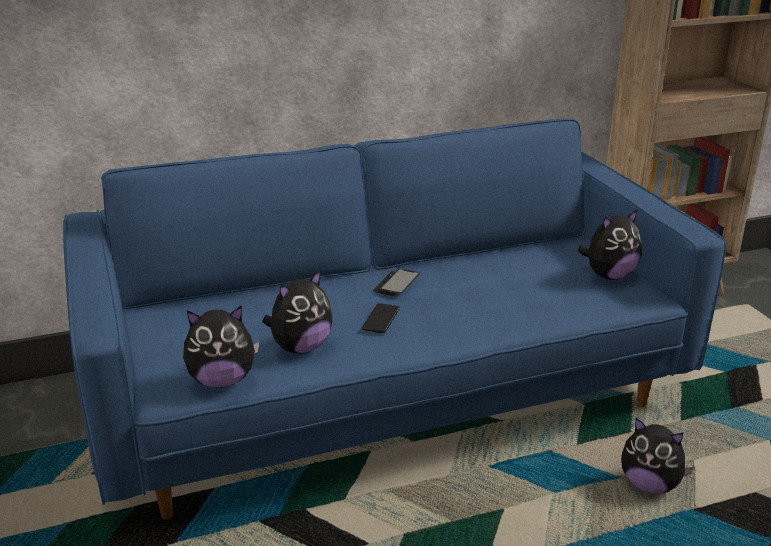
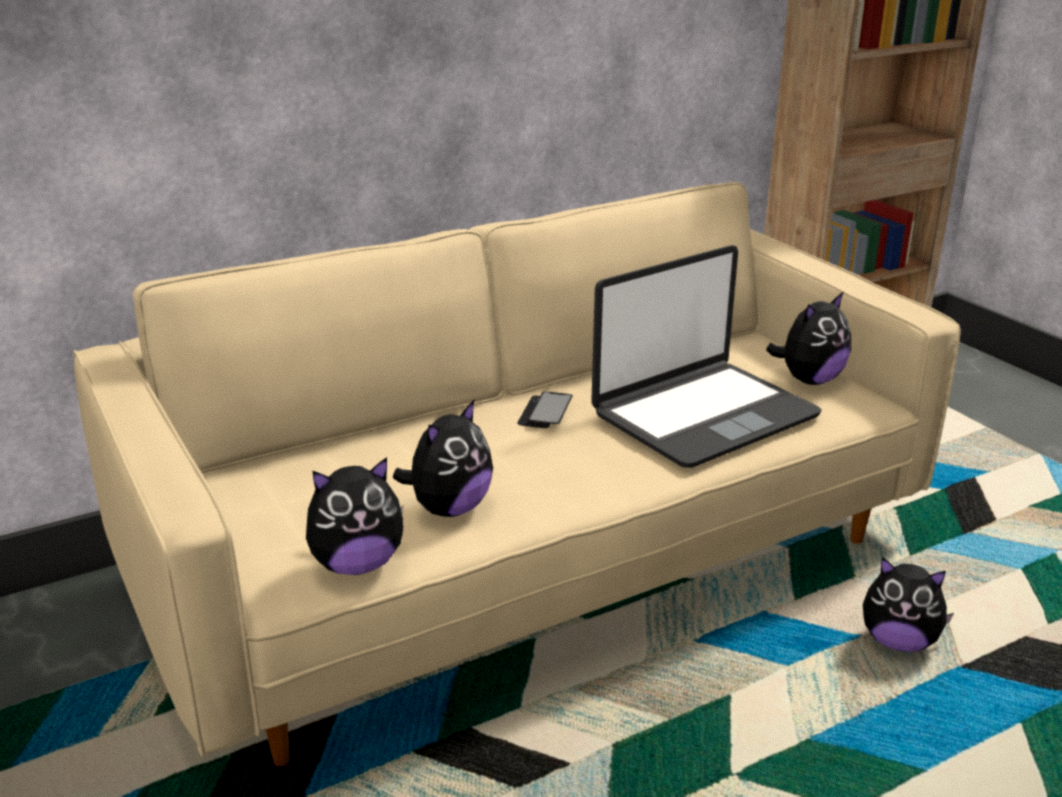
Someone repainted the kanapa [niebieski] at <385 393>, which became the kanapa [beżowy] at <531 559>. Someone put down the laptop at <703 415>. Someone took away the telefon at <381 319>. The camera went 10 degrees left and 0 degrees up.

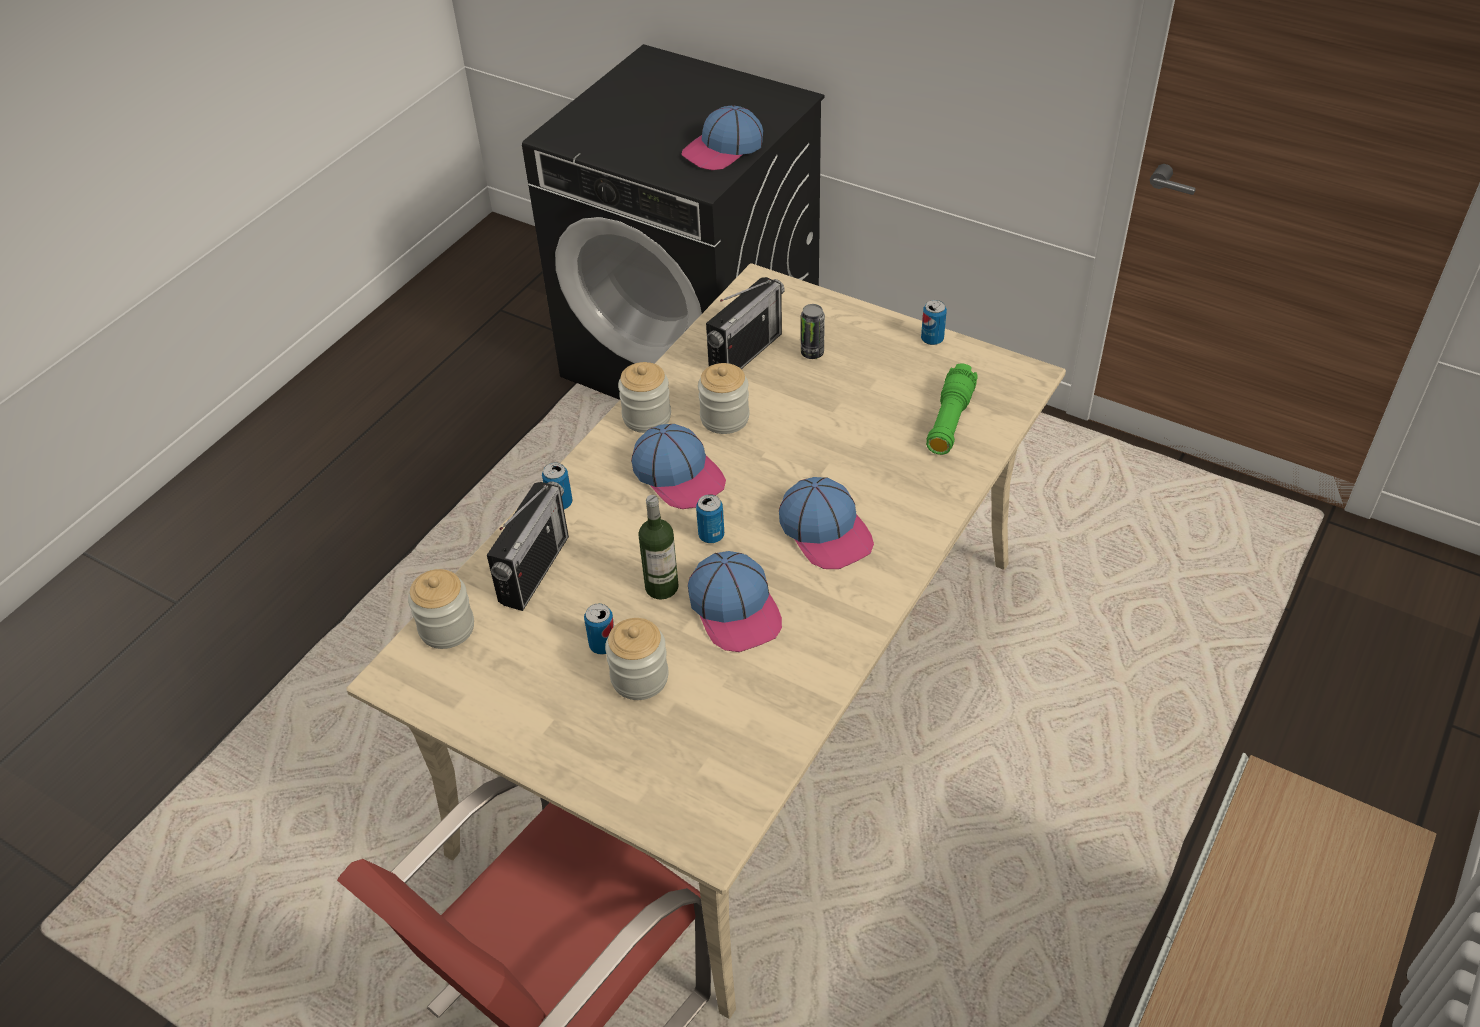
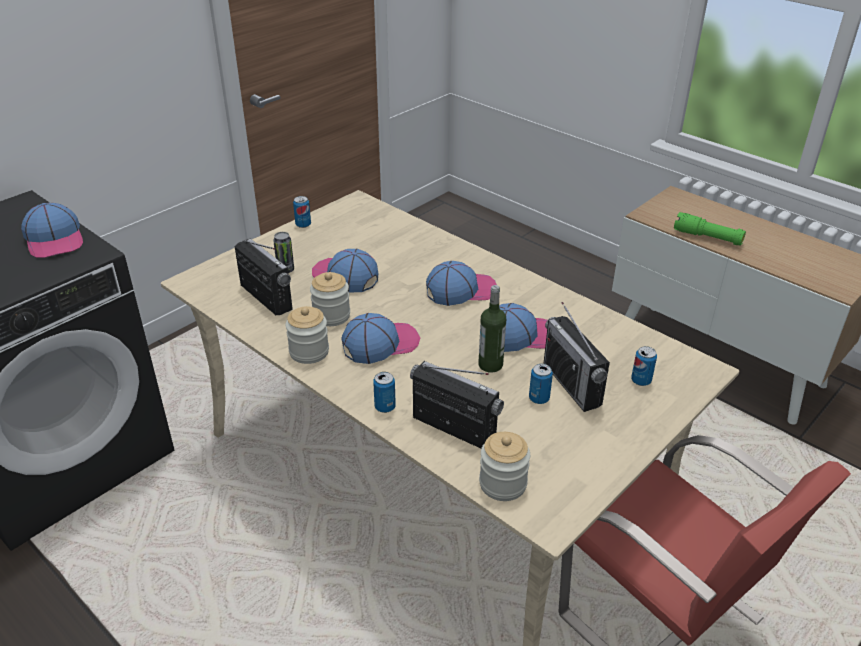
Someone put down the czapka z daszkiem at <345 276>. Someone swapped the słoik at <639 677> for the radio at <571 384>. Someone carried the puszka from <711 535> to <641 380>. Someone carried the latarka [zielony] from <949 420> to <707 237>. The camera went 80 degrees left and 10 degrees down.

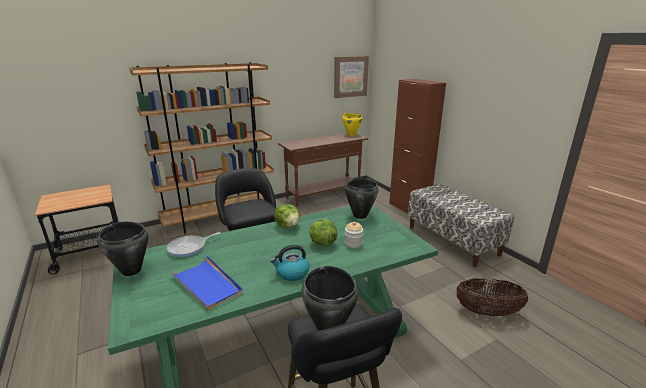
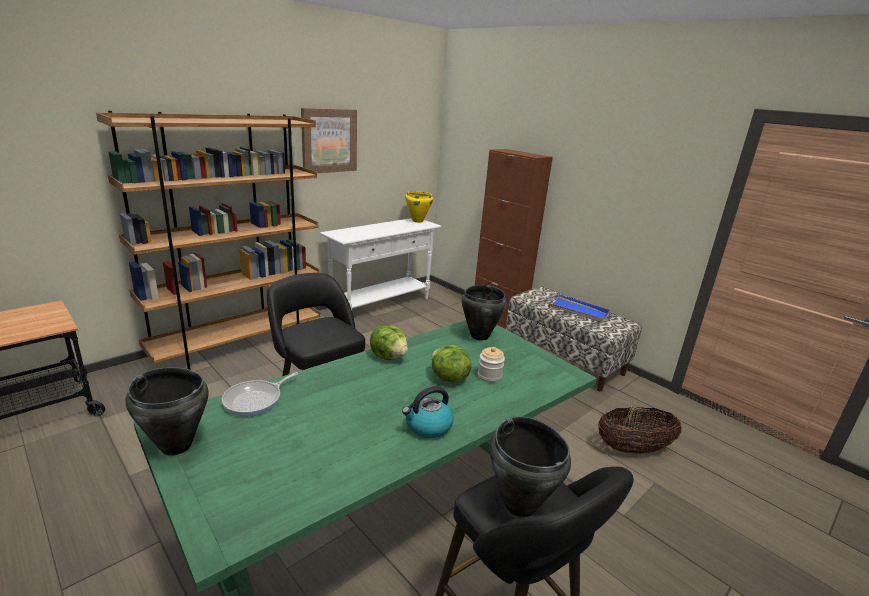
Someone carried the obraz from <350 76> to <329 140>. Someone repainted the stolik konsolowy [brązowy] at <324 195>, which became the stolik konsolowy [biały] at <381 304>. Someone carried the taca [niebieski] from <207 285> to <578 310>. The camera went 15 degrees left and 0 degrees up.

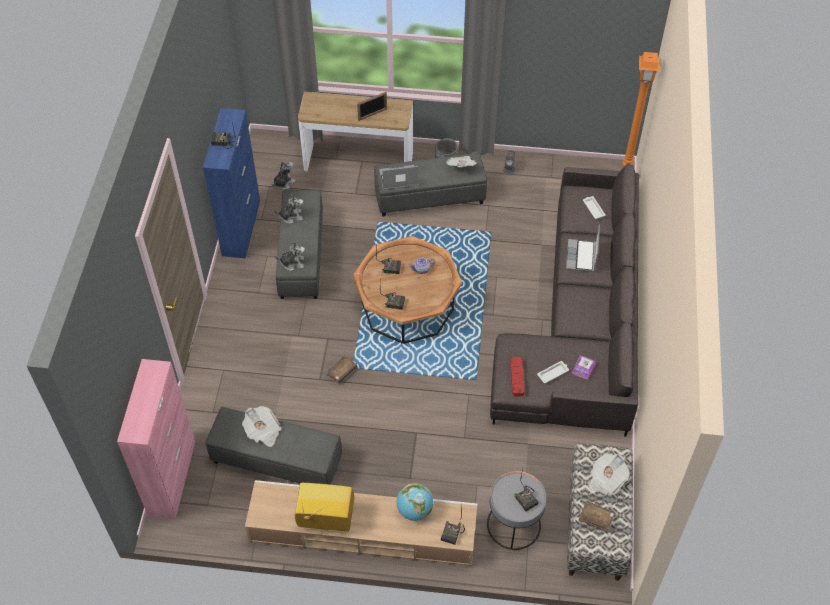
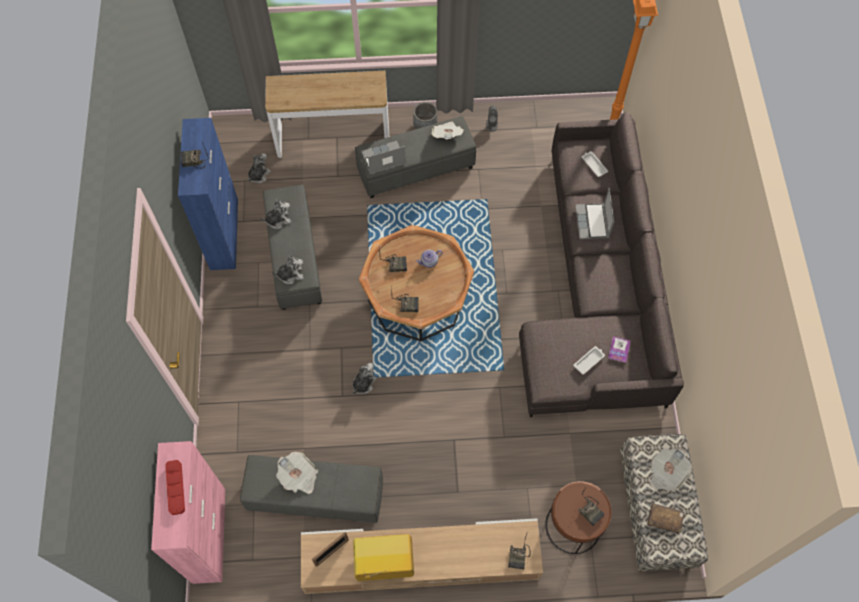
Someone carried the taca [czerwony] from <517 378> to <175 488>. Someone carried the ramka na zdjęcie from <372 114> to <332 552>. Someone swapped the książka [brązowy] at <342 371> for the pluszak at <363 383>. Someone repainted the stolik [szary] at <513 525>, which became the stolik [brązowy] at <572 526>. Someone took away the globus at <414 510>. The camera went 10 degrees left and 10 degrees up.

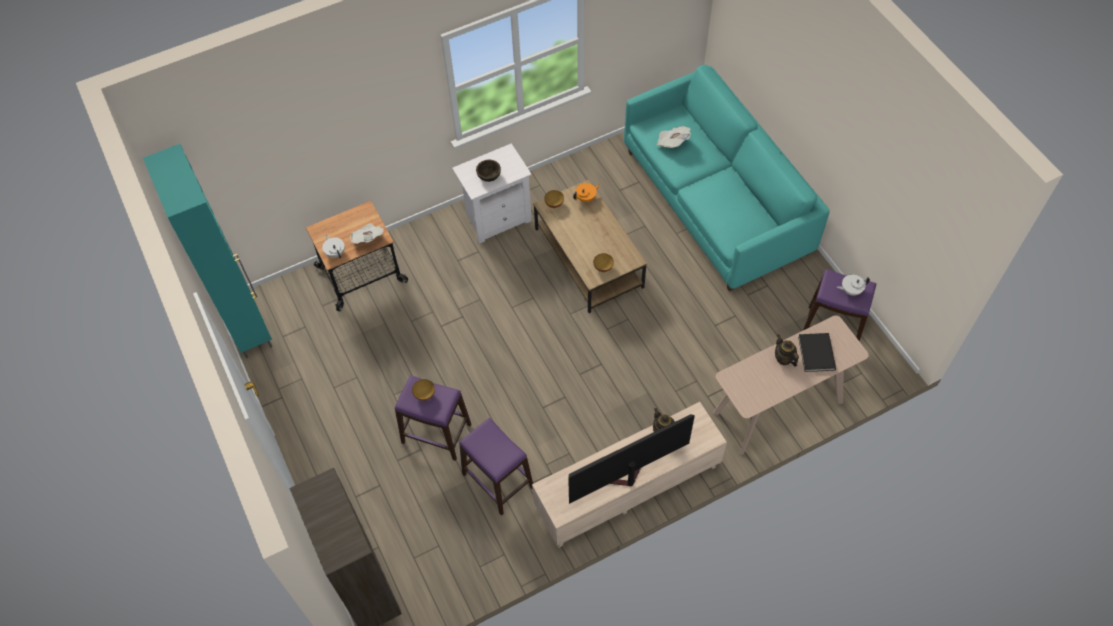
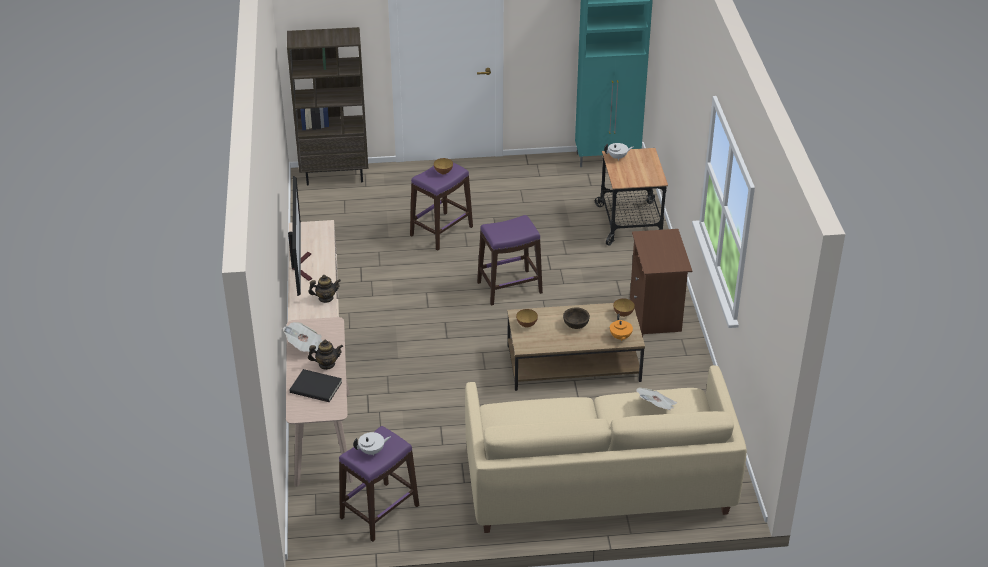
Someone carried the gazeta from <368 238> to <306 347>. Someone rotated the imbryk [biały] at <850 290> by 60 degrees clockwise. Someone repainted the kanapa [turkusowy] at <716 201>, which became the kanapa [beżowy] at <597 481>. Someone carried the stołek [fioletowy] from <497 481> to <509 287>. Someone carried the miska [brązowy] from <489 176> to <576 325>. Someone repainted the szafka nocna [biały] at <497 218>, which became the szafka nocna [brązowy] at <656 316>. The camera went 110 degrees right and 20 degrees down.

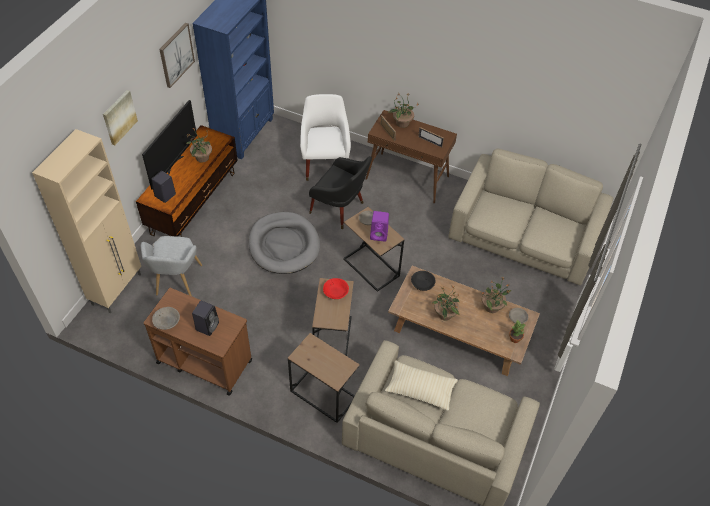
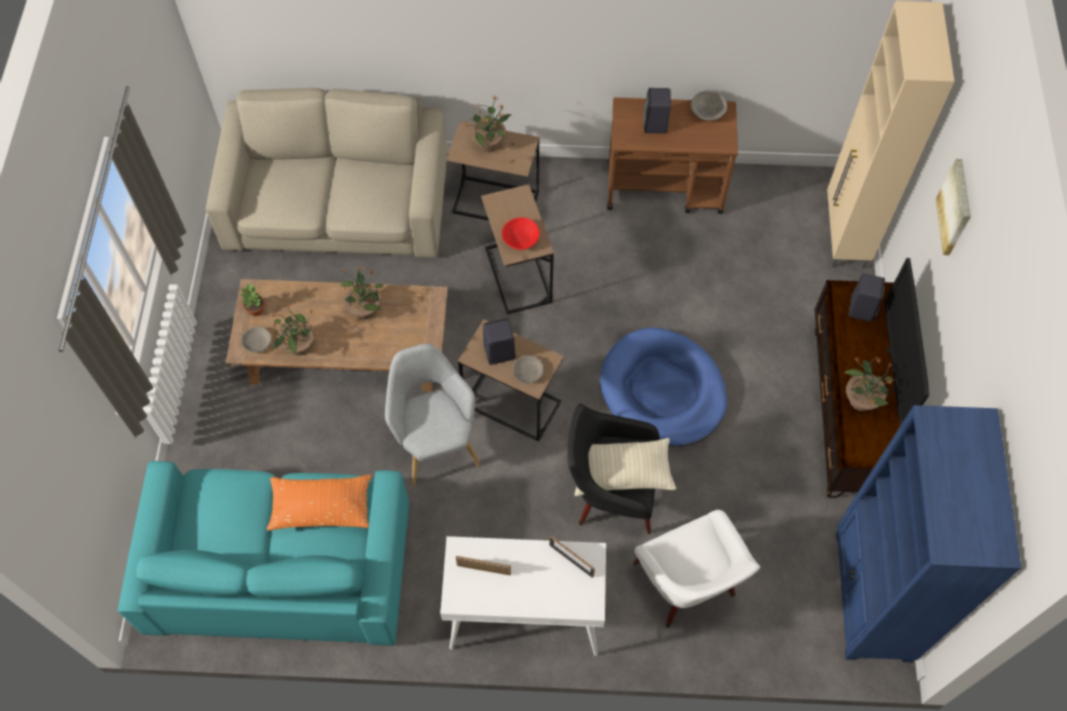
Someone repainted the kanapa [beżowy] at <524 235>, which became the kanapa [turkusowy] at <280 565>. Someone put down the poduszka [pomarańczowy] at <321 507>. Someone carried the fotel [szary] from <176 283> to <435 441>. Someone repainted the stolik konsolowy [brązowy] at <407 178>, which became the stolik konsolowy [biały] at <524 613>. Someone carried the roślina doniczkowa from <402 123> to <489 143>. Someone repainted the głośnik [fioletowy] at <379 235>, which became the głośnik [czarny] at <498 352>. Someone carried the poduszka [beżowy] from <420 389> to <622 472>. Someone repainted the legowisko [szary] at <284 245>, which became the legowisko [niebieski] at <662 390>. Someone took away the obraz at <176 55>. Someone took away the miska [czarny] at <422 284>. The camera went 160 degrees right and 10 degrees up.

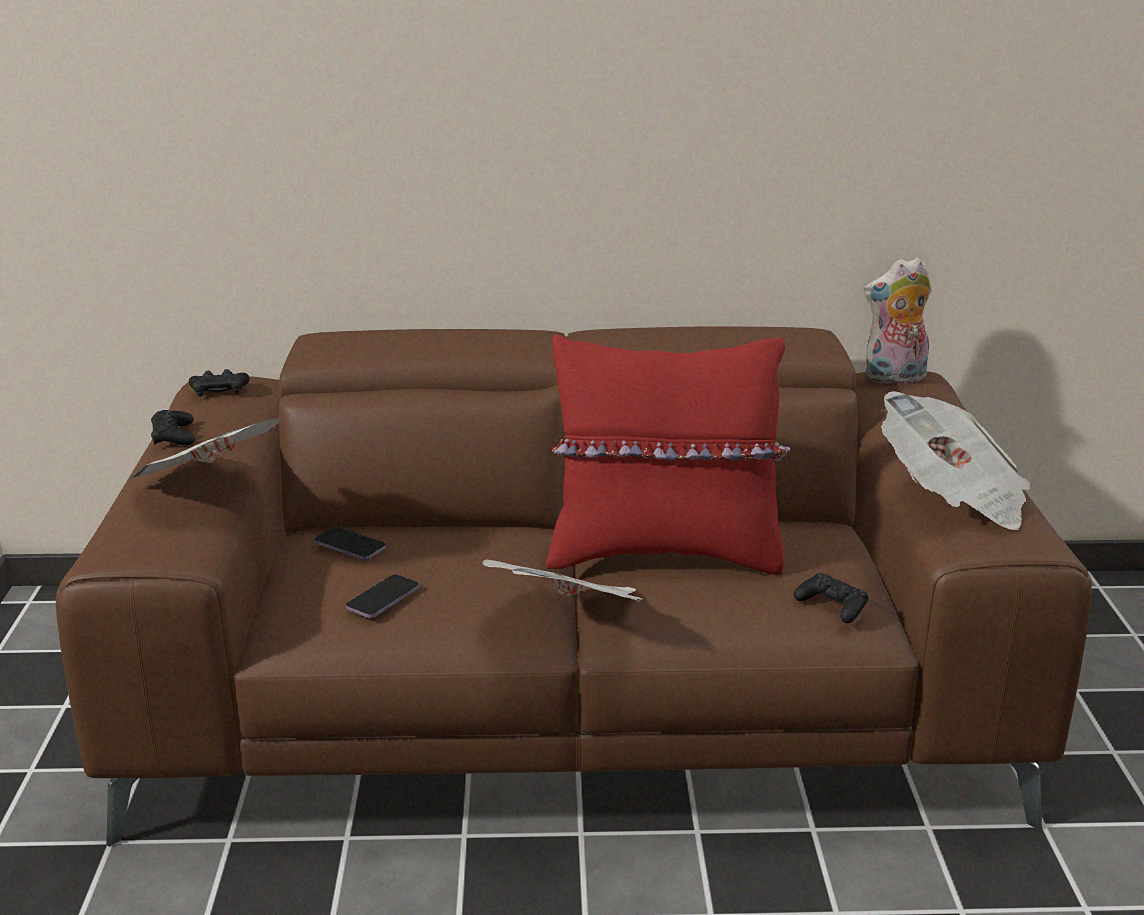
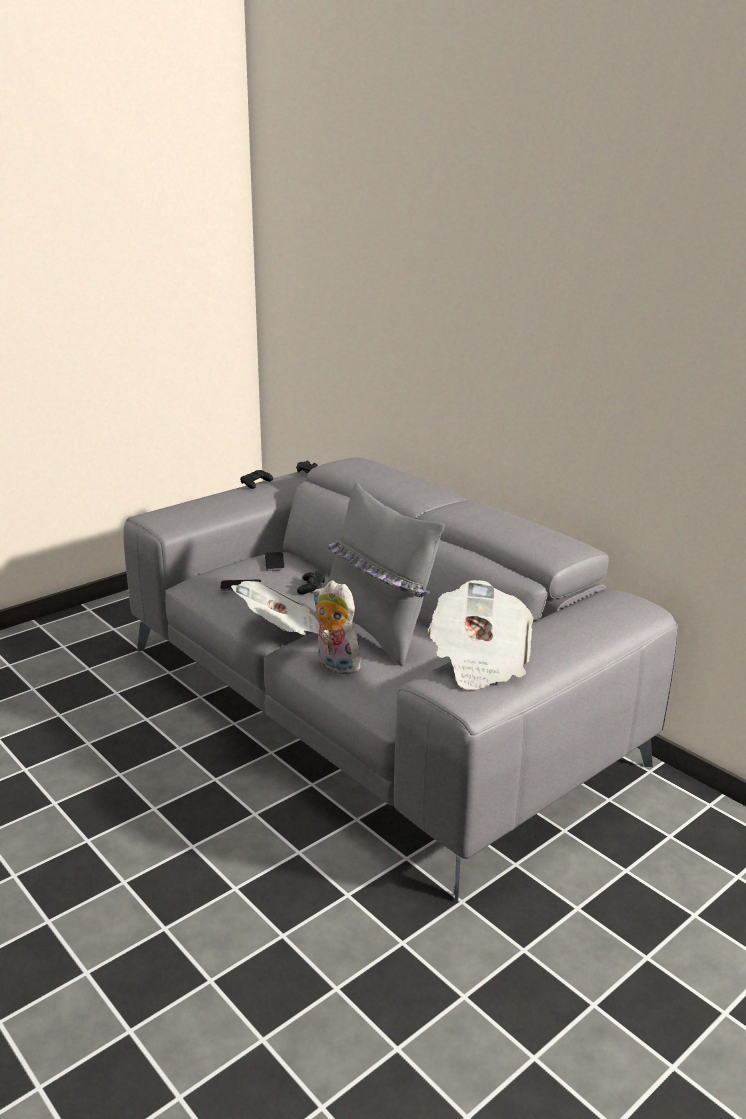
Someone repainted the kanapa [brązowy] at <573 694>, which became the kanapa [szary] at <373 703>. Someone carried the pad do gier [czarny] from <832 605> to <311 587>. Someone carried the pluszak from <894 378> to <335 665>. Someone repainted the poduszka [czerwony] at <665 554>, which became the poduszka [szary] at <376 630>. Someone took away the gazeta at <209 487>. The camera went 50 degrees right and 0 degrees up.

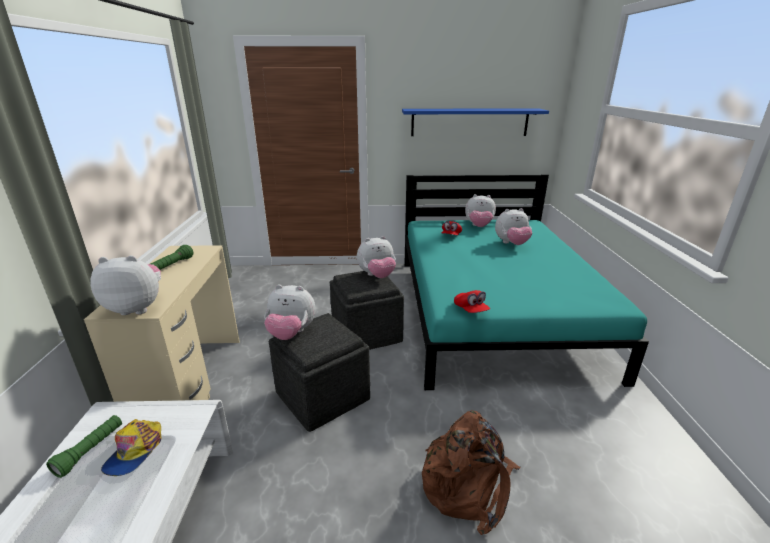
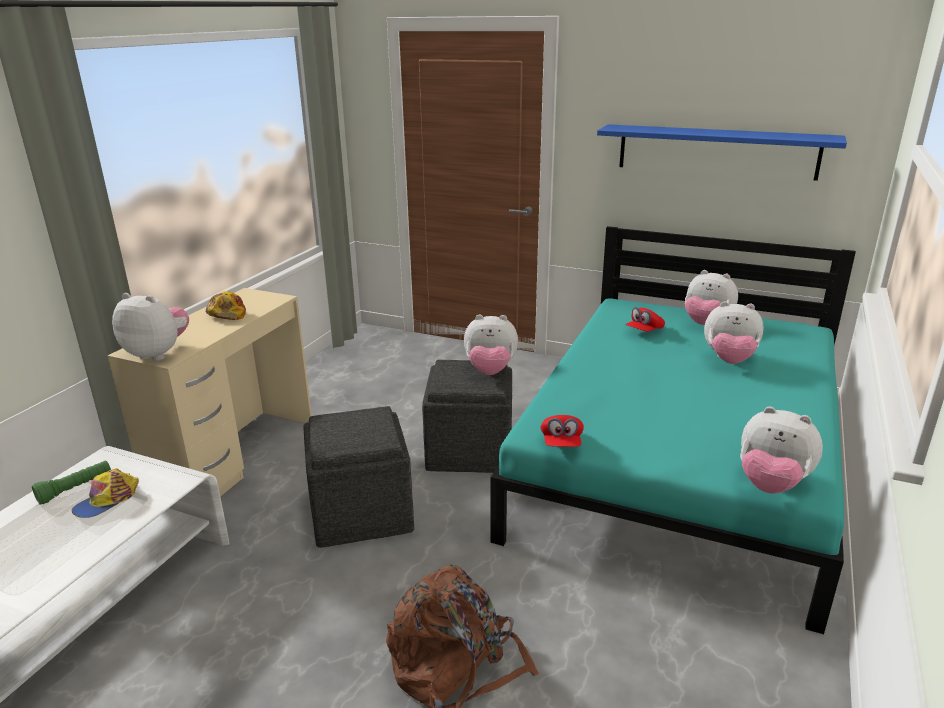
Someone swapped the latarka [zielony] at <172 265> for the czapka z daszkiem at <226 312>. Someone carried the pluszak from <291 333> to <771 484>. The camera went 25 degrees right and 0 degrees up.

